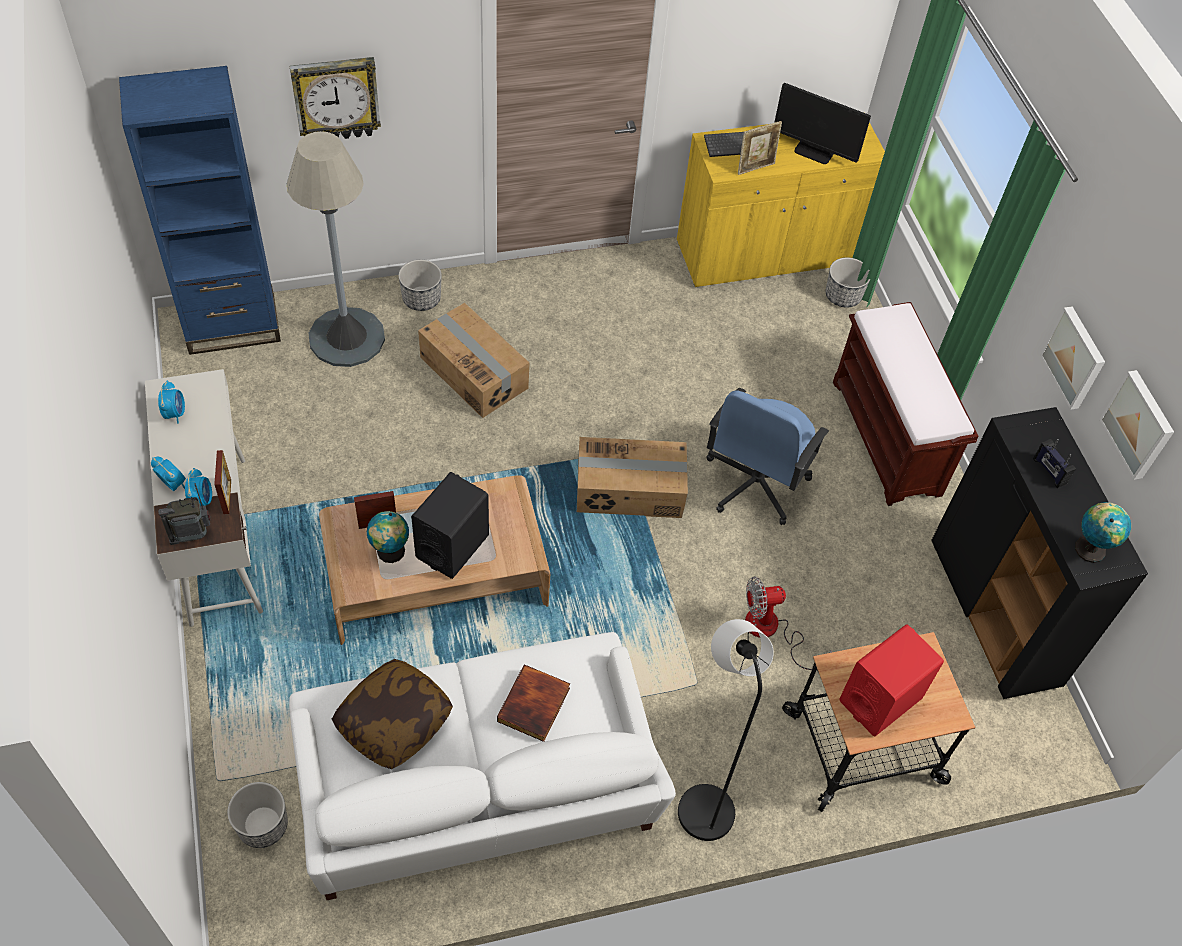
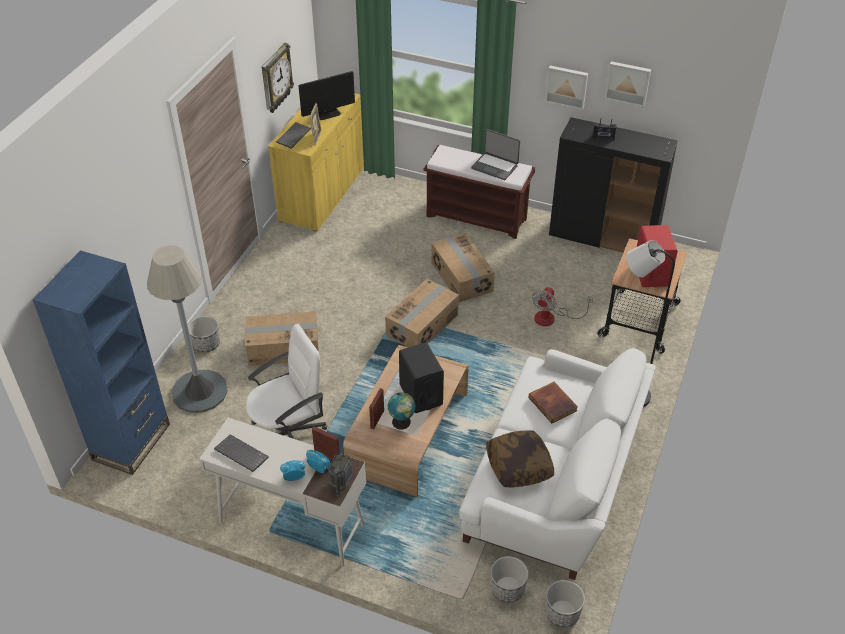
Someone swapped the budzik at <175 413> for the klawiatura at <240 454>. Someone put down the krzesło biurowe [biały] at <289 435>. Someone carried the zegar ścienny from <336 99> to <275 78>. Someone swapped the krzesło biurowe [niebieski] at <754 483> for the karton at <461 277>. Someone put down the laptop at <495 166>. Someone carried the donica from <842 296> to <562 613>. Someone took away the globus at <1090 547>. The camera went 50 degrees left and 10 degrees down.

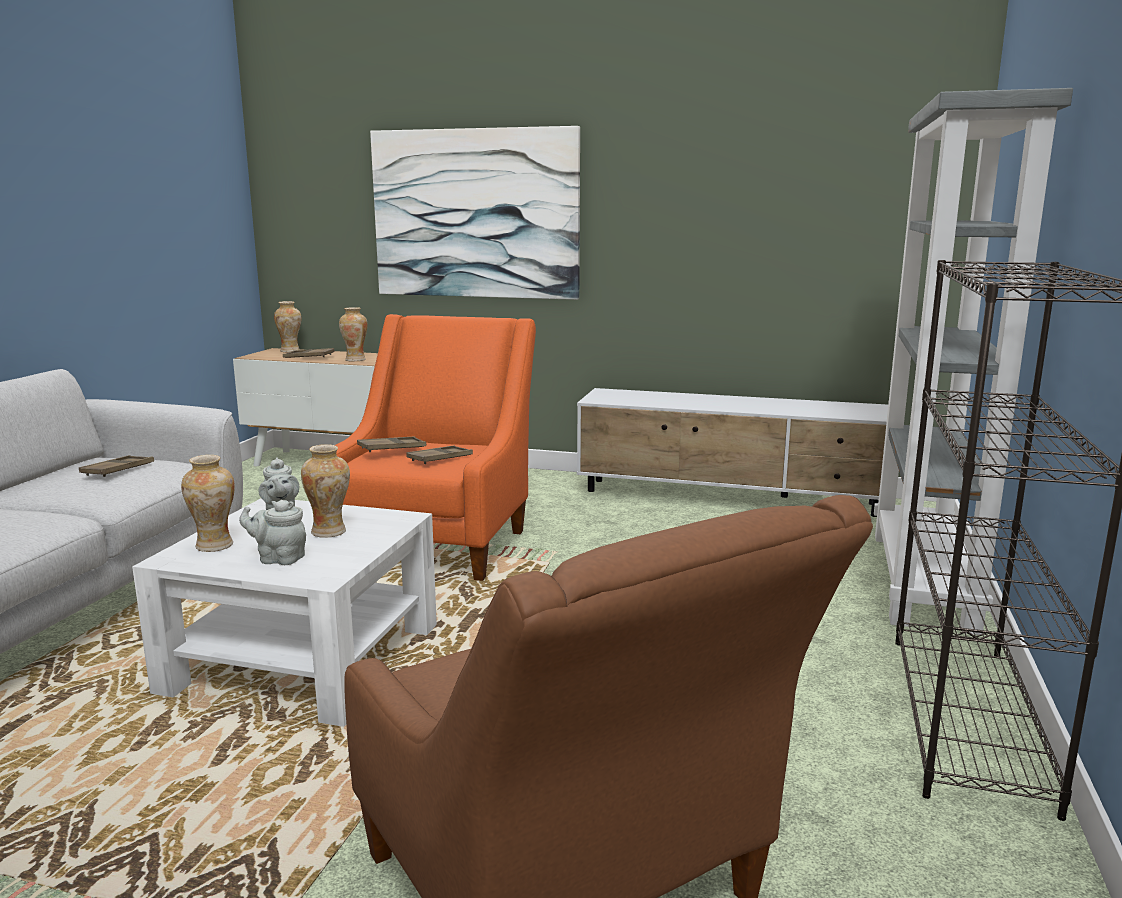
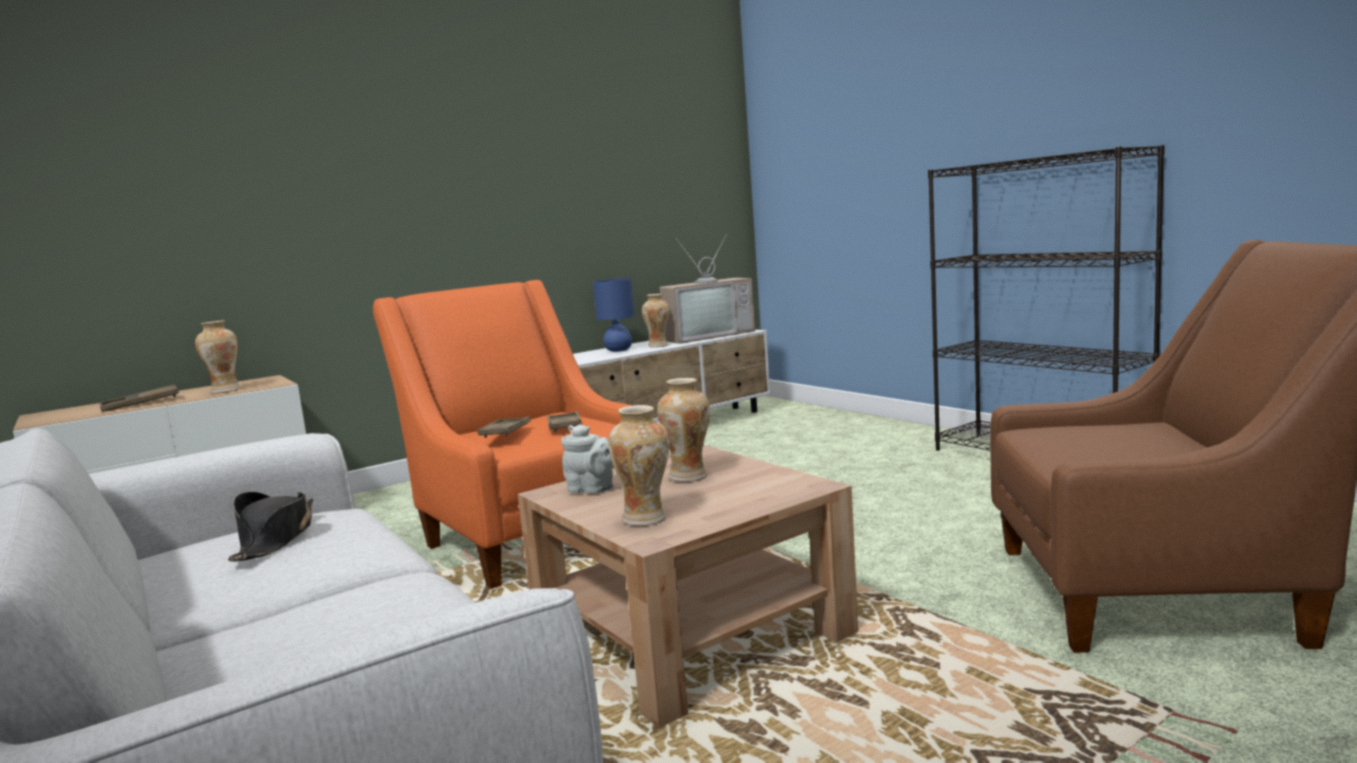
Someone swapped the taca [brązowy] at <118 470> for the kapelusz [czarny] at <276 539>. Someone repainted the ława [biały] at <304 658>, which became the ława [brązowy] at <690 633>. Someone put down the lampa stołowa [niebieski] at <618 350>. Someone carried the wazon from <290 351> to <658 346>. Someone put down the telewizor at <707 335>. Someone took away the imbryk [szary] at <278 559>. Someone took away the obraz at <475 214>. Someone took away the regał [szary] at <924 580>. The camera went 50 degrees left and 5 degrees down.

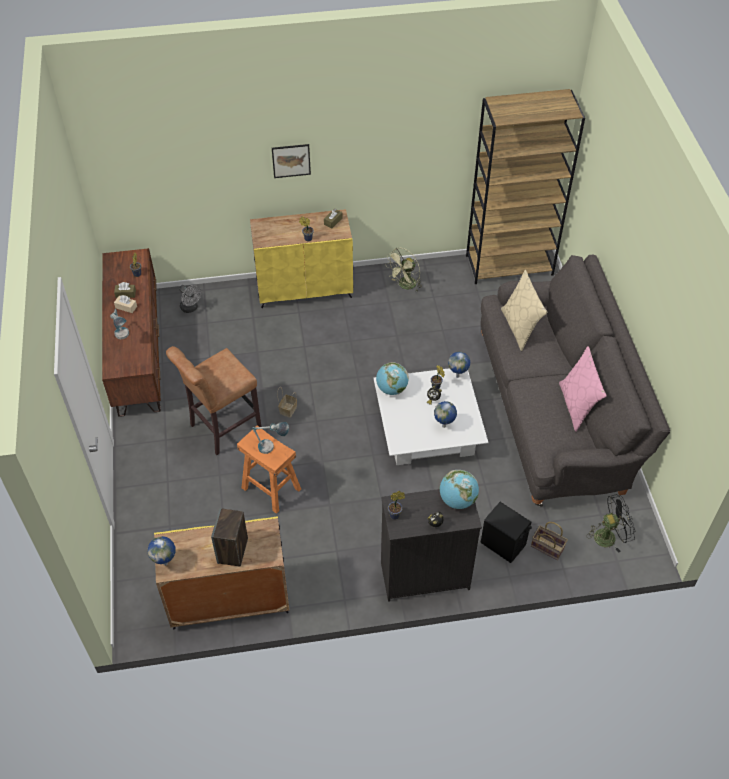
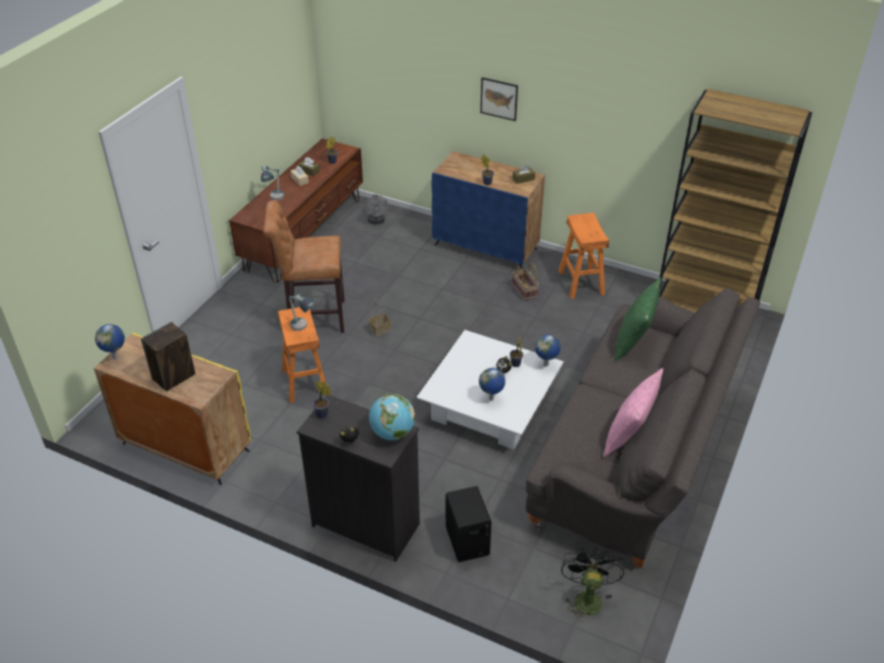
Someone repainted the szafka [żółty] at <305 289>, which became the szafka [niebieski] at <486 247>. Someone carried the koszyk from <548 547> to <525 291>. Someone swapped the wentylator [zielony] at <405 286> for the stołek [pomarańczowy] at <581 282>. Someone rotated the wentylator [czarny] at <609 536> by 105 degrees counterclockwise. Someone repainted the poduszka [beżowy] at <520 328>, which became the poduszka [zielony] at <633 342>. Someone took away the globus at <391 389>. The camera went 35 degrees right and 10 degrees down.

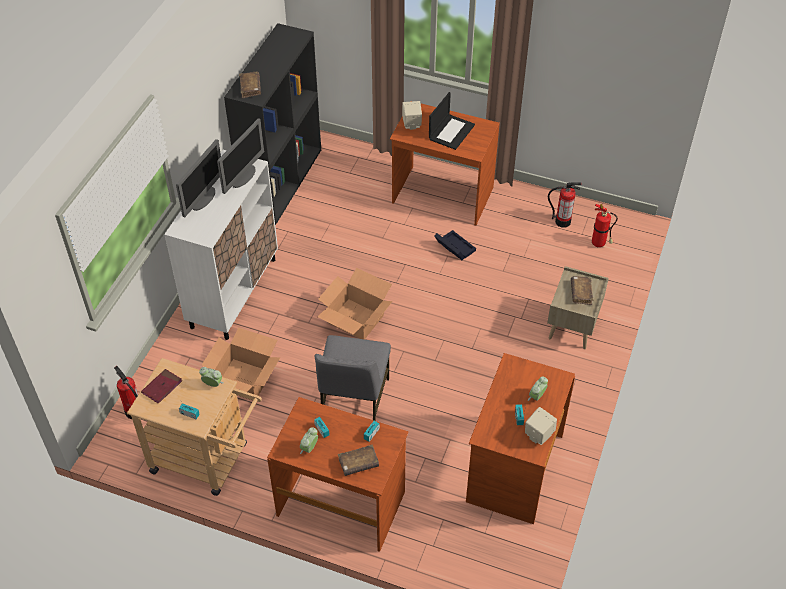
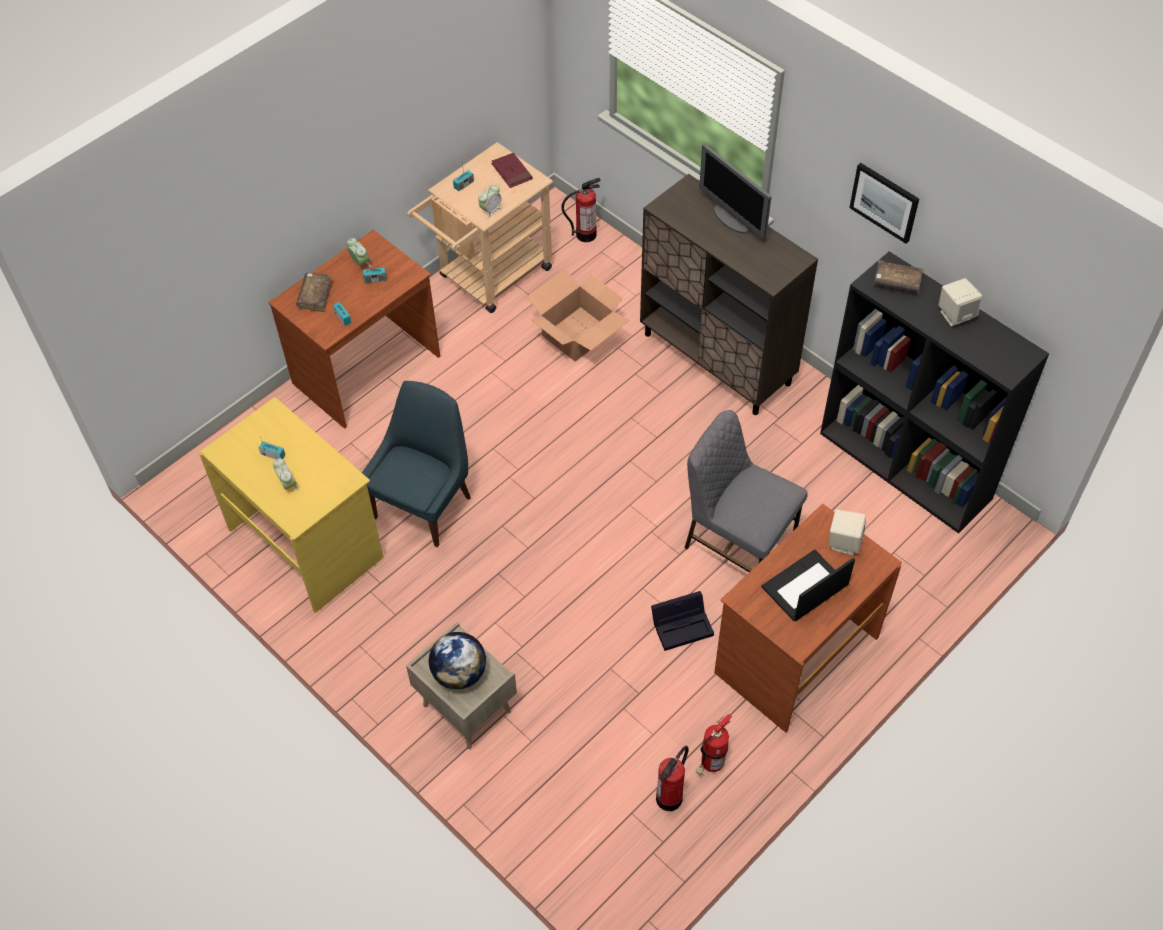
Someone repainted the biurko [brązowy] at <513 467>, which became the biurko [żółty] at <307 542>. Someone put down the krzesło [niebieski] at <424 505>. Someone swapped the książka [brązowy] at <581 293> for the globus at <459 674>. Someone repainted the szafka [biały] at <234 292>, which became the szafka [brązowy] at <717 359>. Someone carried the krzesło [szary] from <353 401> to <738 540>. Someone carried the gaśnica from <600 244> to <710 765>. Someone rotated the laptop at <451 131> by 90 degrees clockwise. Someone put up the obraz at <885 202>. Someone carried the głośnik [beżowy] from <538 435> to <955 314>. Someone took away the monitor at <244 176>. Someone took away the karton at <355 320>. The camera went 115 degrees right and 5 degrees up.

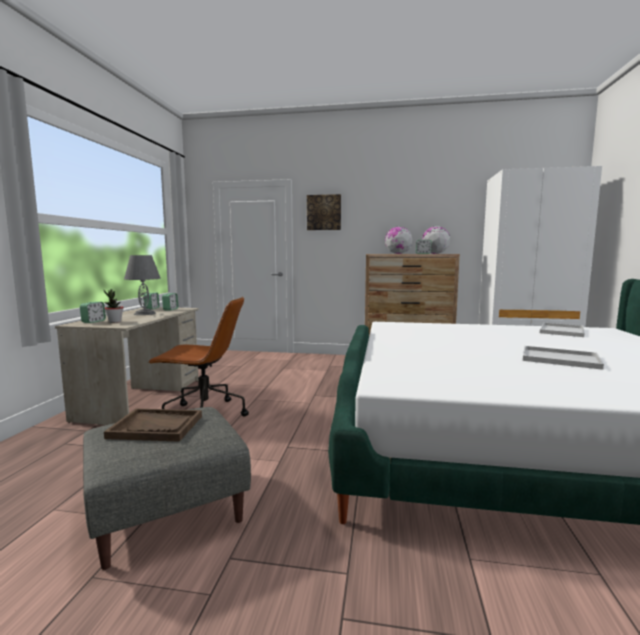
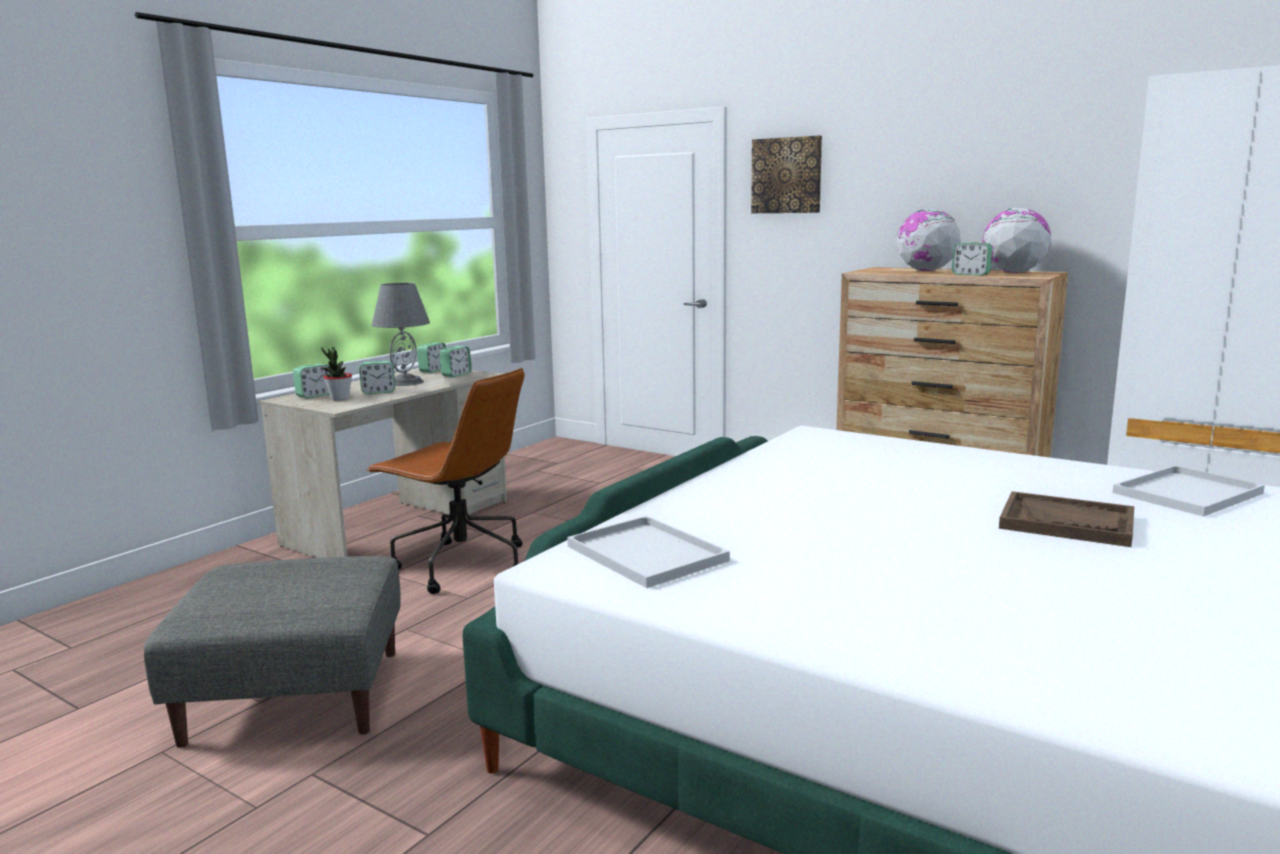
Someone put down the budzik at <378 392>. Someone carried the taca [biały] from <558 359> to <643 553>. Someone carried the taca [brązowy] from <156 427> to <1067 522>. The camera went 25 degrees right and 5 degrees up.

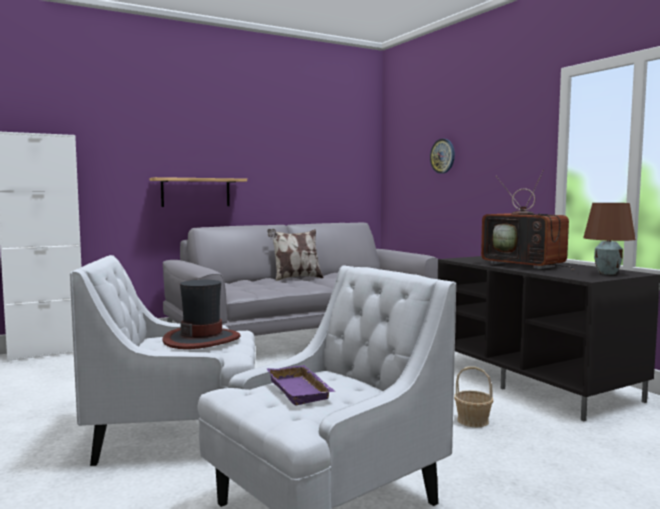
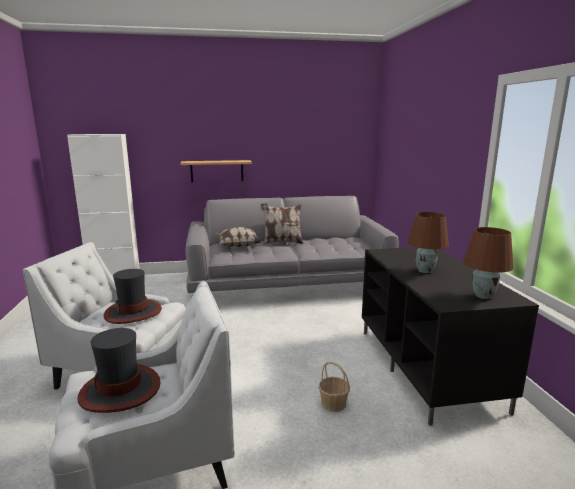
Someone swapped the taca [fioletowy] at <302 390> for the kapelusz at <120 390>. Someone put down the poduszka at <238 246>. Someone swapped the telewizor at <526 265> for the lampa stołowa [brązowy] at <425 271>. Someone took away the zegar ścienny at <443 156>. The camera went 20 degrees right and 10 degrees up.

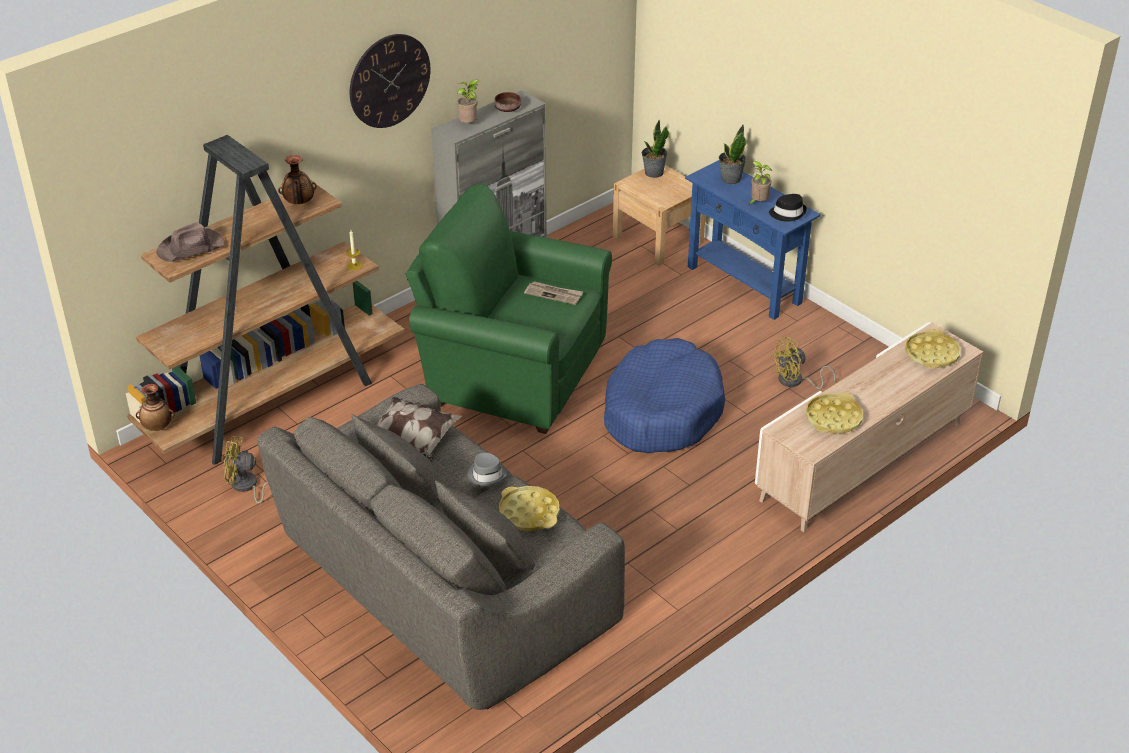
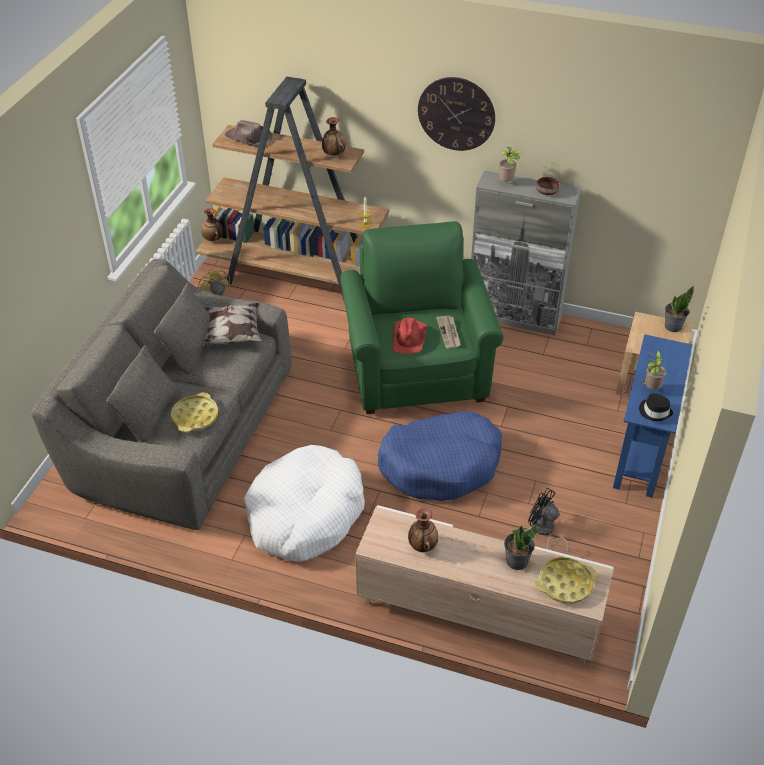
Someone put down the legowisko [biały] at <305 514>. Someone put down the kapelusz [czerwony] at <409 337>. Someone swapped the taca [żółty] at <833 418> for the wazon at <422 545>. Someone carried the roślina doniczkowa from <730 179> to <516 561>. Someone repainted the wentylator [żółty] at <795 381>, which became the wentylator [czarny] at <544 531>. Someone took away the kapelusz [szary] at <486 475>. The camera went 60 degrees right and 5 degrees up.

